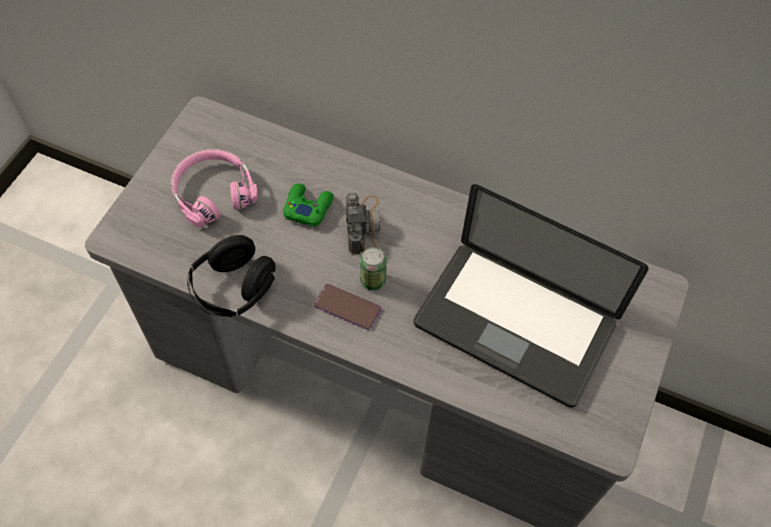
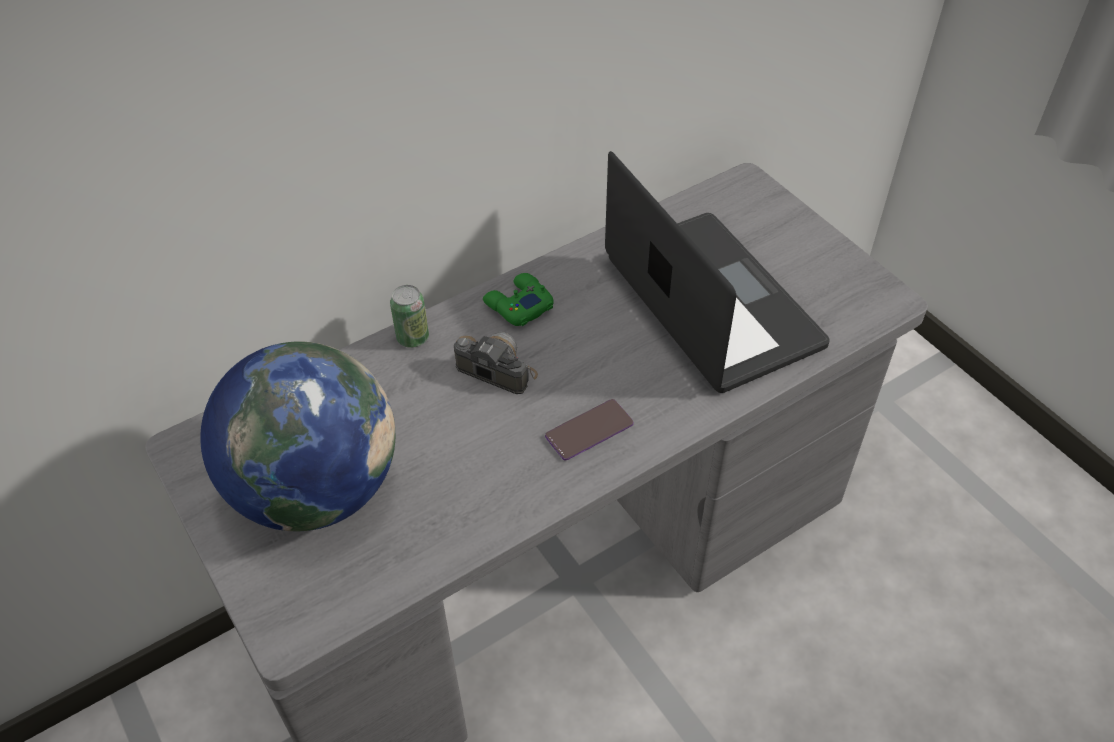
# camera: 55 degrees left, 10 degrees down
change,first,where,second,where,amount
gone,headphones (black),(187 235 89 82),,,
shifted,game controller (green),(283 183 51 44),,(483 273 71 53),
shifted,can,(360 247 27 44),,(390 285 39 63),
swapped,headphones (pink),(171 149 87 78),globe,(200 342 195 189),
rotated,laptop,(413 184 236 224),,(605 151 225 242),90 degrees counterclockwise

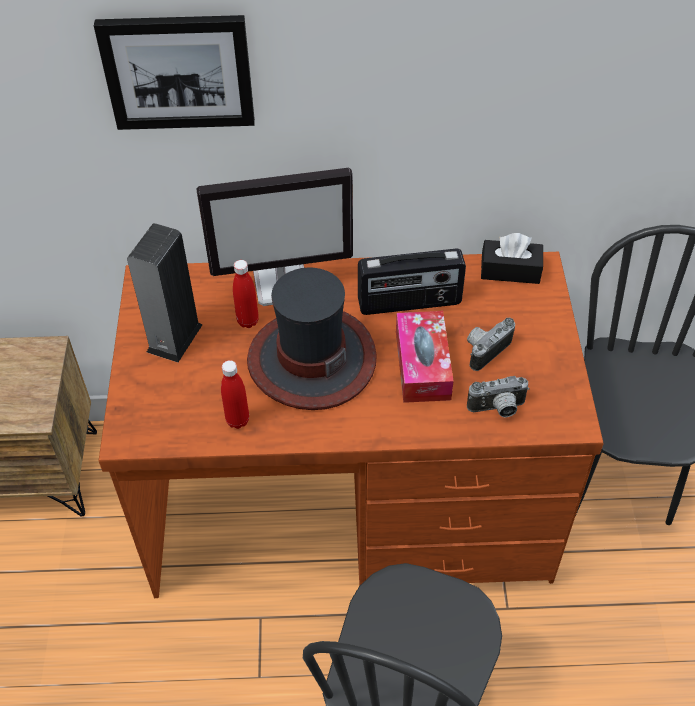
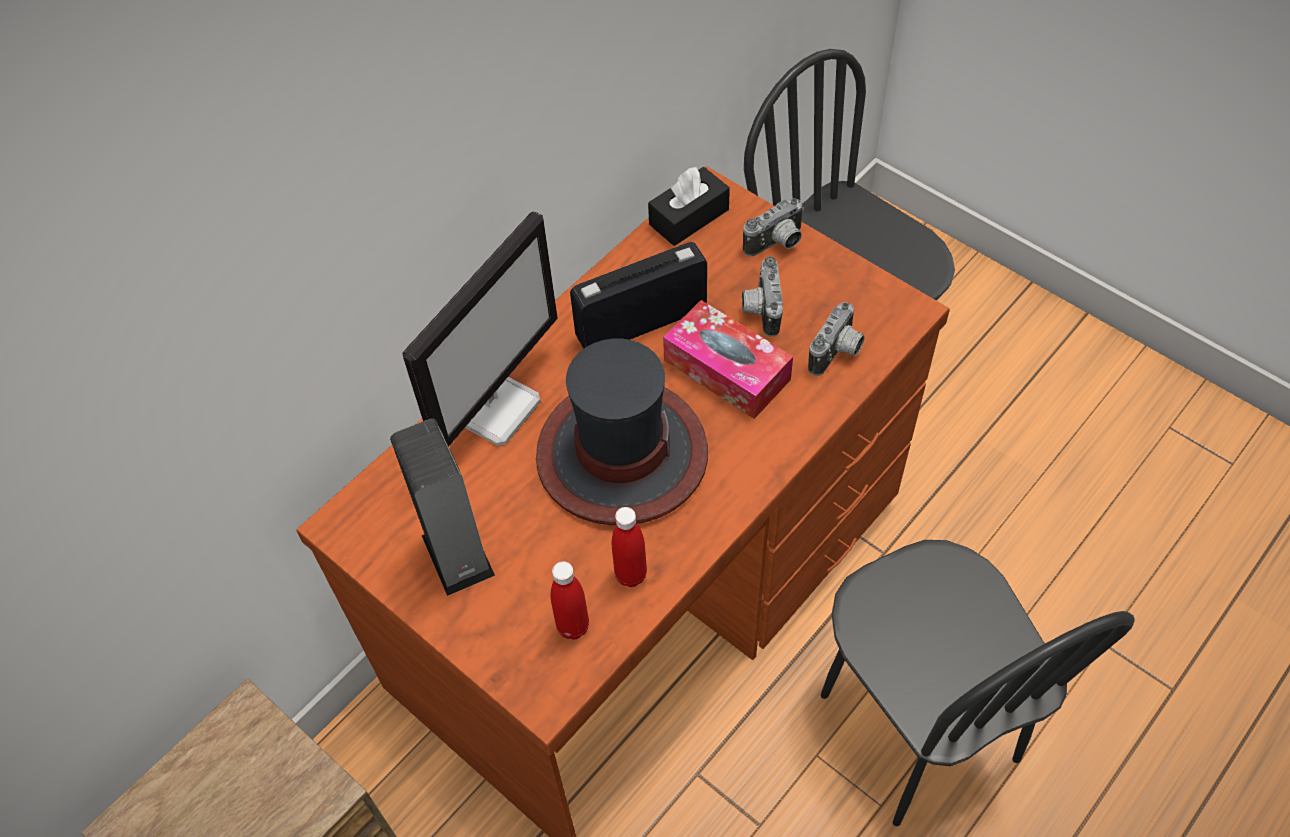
# camera: 45 degrees left, 5 degrees up
change,first,where,second,where,amount
gone,picture,(94 15 161 115),,,
new,,,photo camera,(743 198 61 59),
shifted,bottle (red),(233 260 26 68),,(551 561 38 79),
rotated,radio,(358 249 108 66),,(570 242 137 107),150 degrees counterclockwise

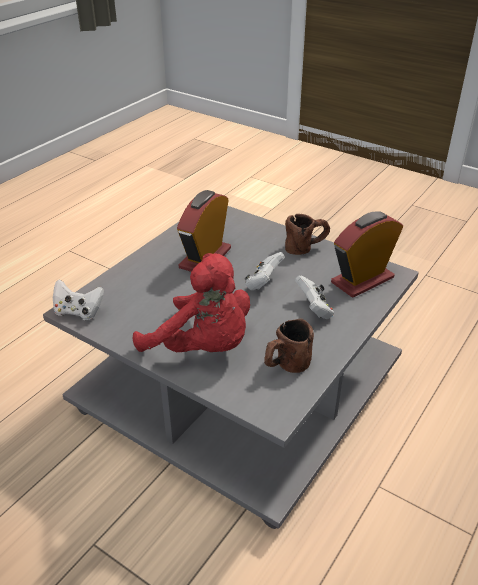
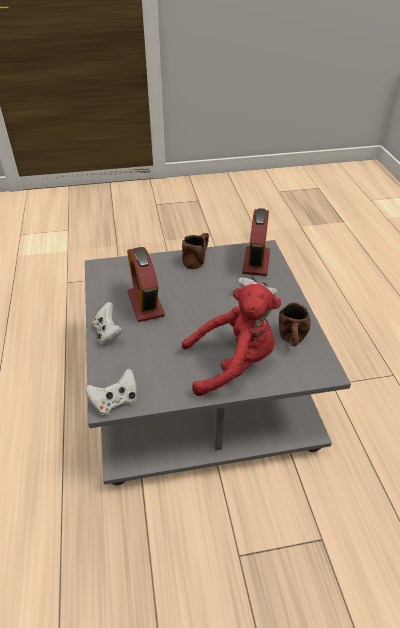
# camera: 45 degrees left, 5 degrees up
change,first,where,second,where,amount
shifted,game controller (white),(245 252 40 38),,(93 302 30 43),

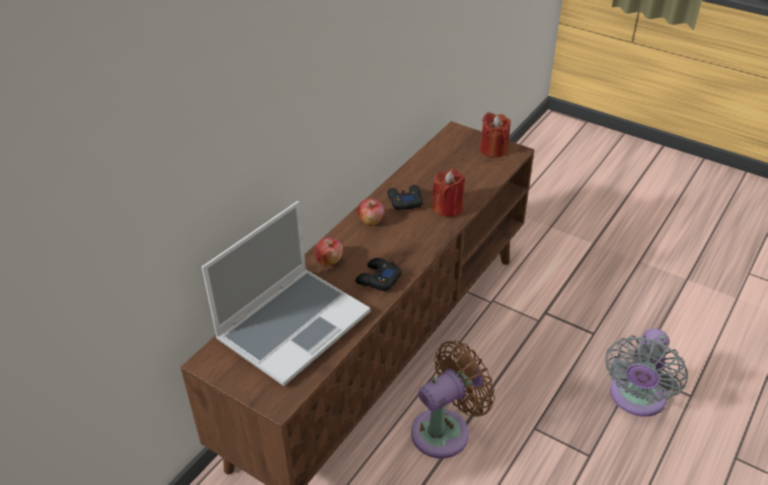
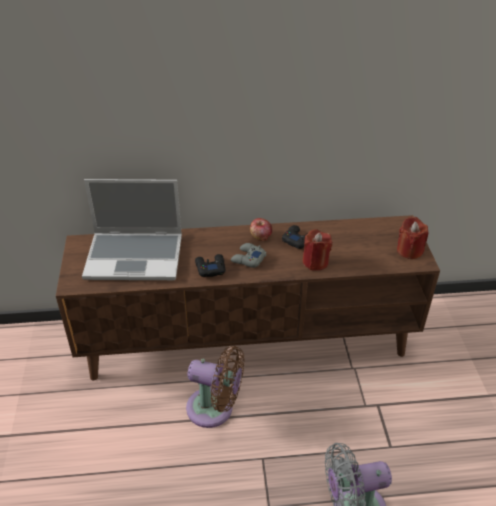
# camera: 50 degrees right, 0 degrees up
change,first,where,second,where,amount
gone,apple,(314 237 29 29),,,
new,,,game controller (grey),(231 243 35 25),

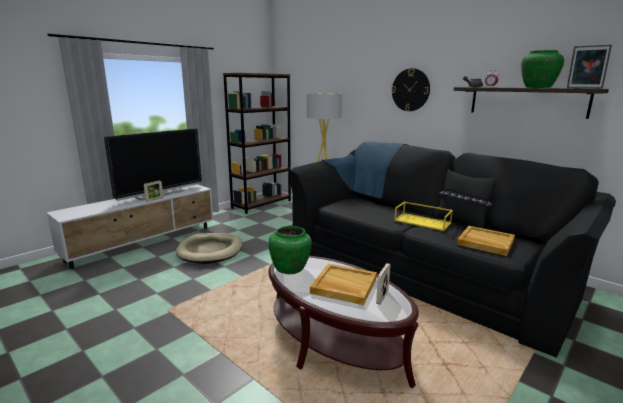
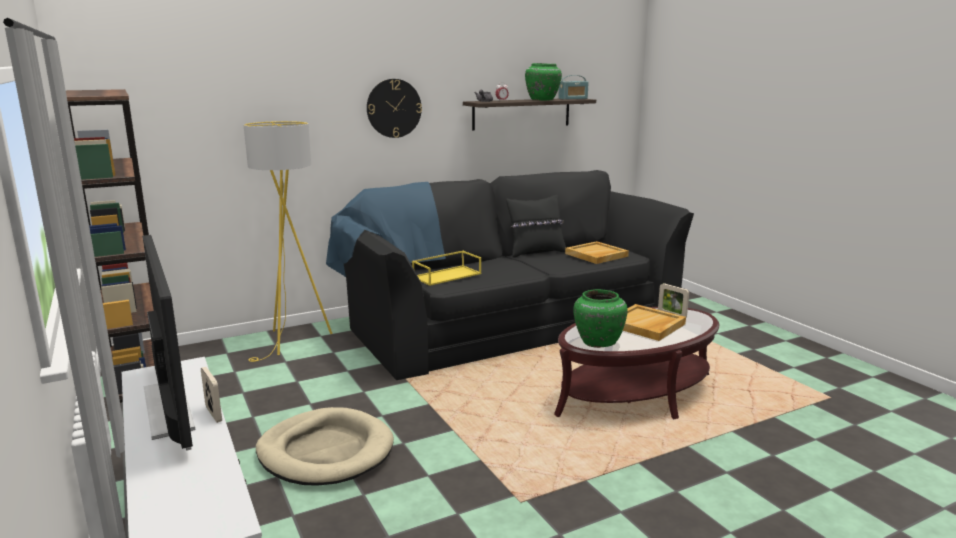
# camera: 70 degrees left, 0 degrees up
change,first,where,second,where,amount
shifted,tray (yellow),(394 201 59 30),,(412 251 69 35),
swapped,picture frame,(567 45 45 44),radio,(558 75 31 25),

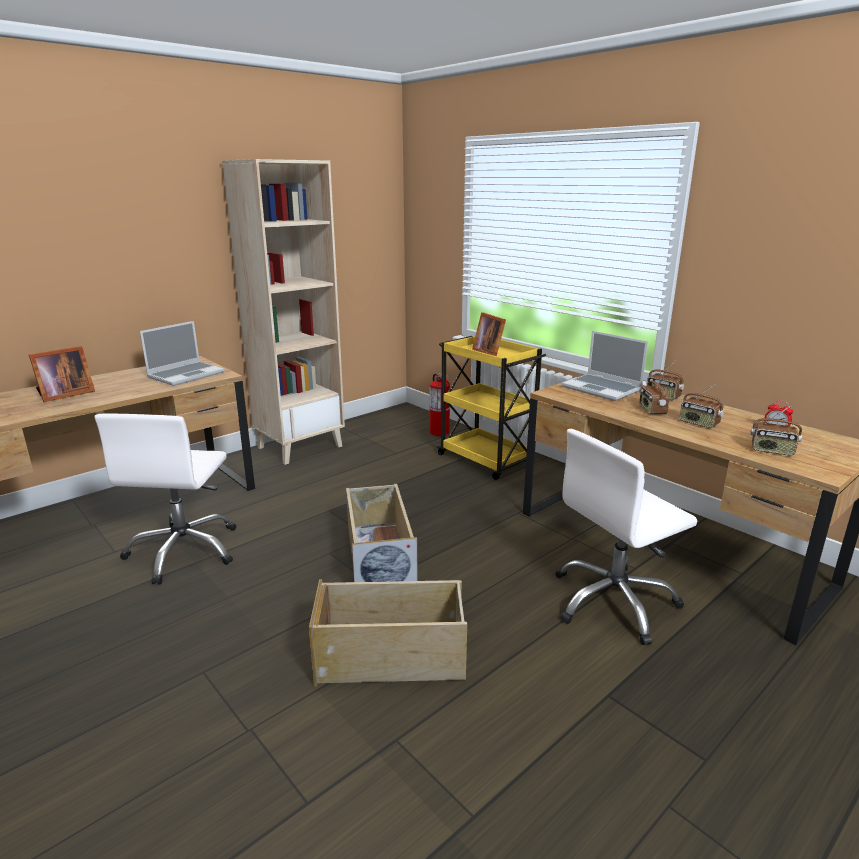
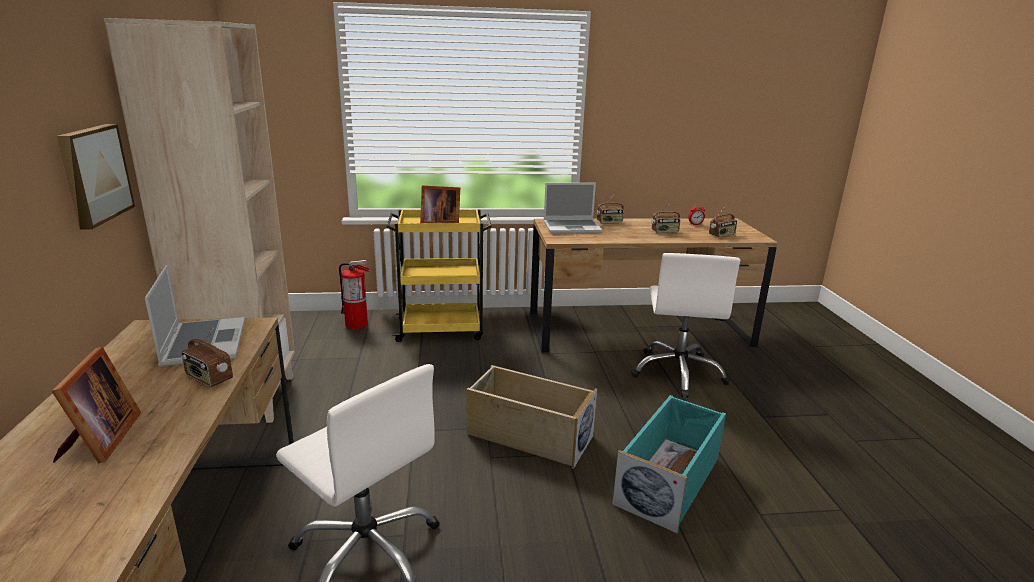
# camera: 55 degrees left, 0 degrees up
change,first,where,second,where,amount
new,,,picture,(57 124 78 105),
shifted,radio,(639 374 31 41),,(181 328 52 59),
repainted,storage box (beige),(309 579 158 107),storage box (turquoise),(612 395 114 138),

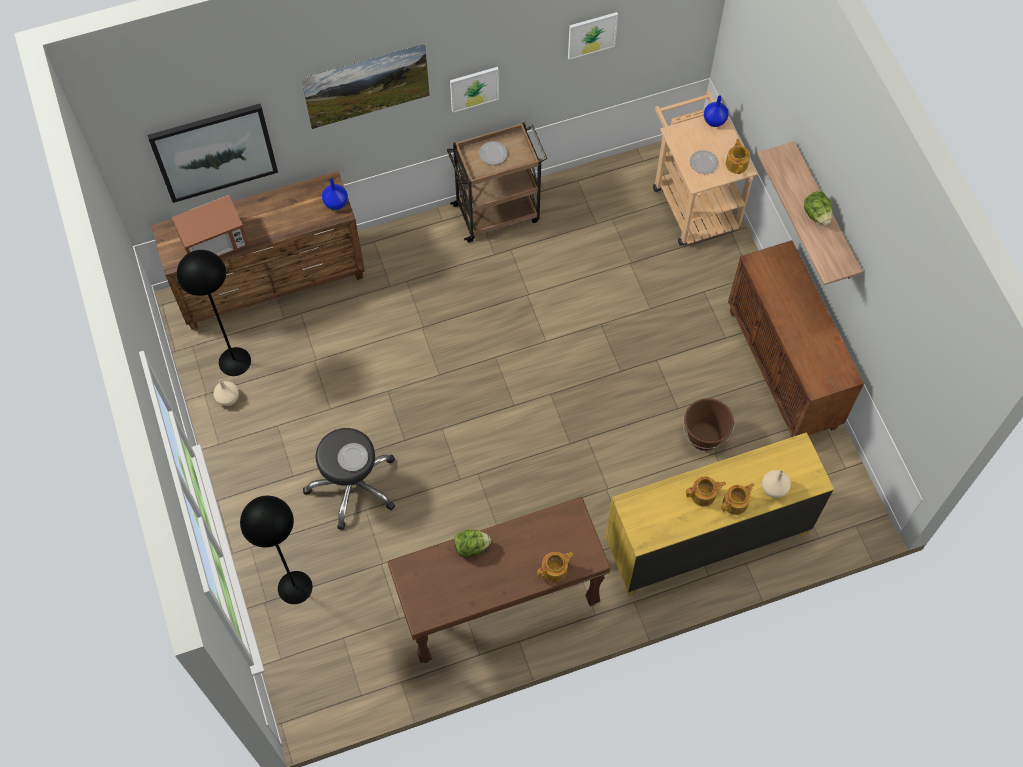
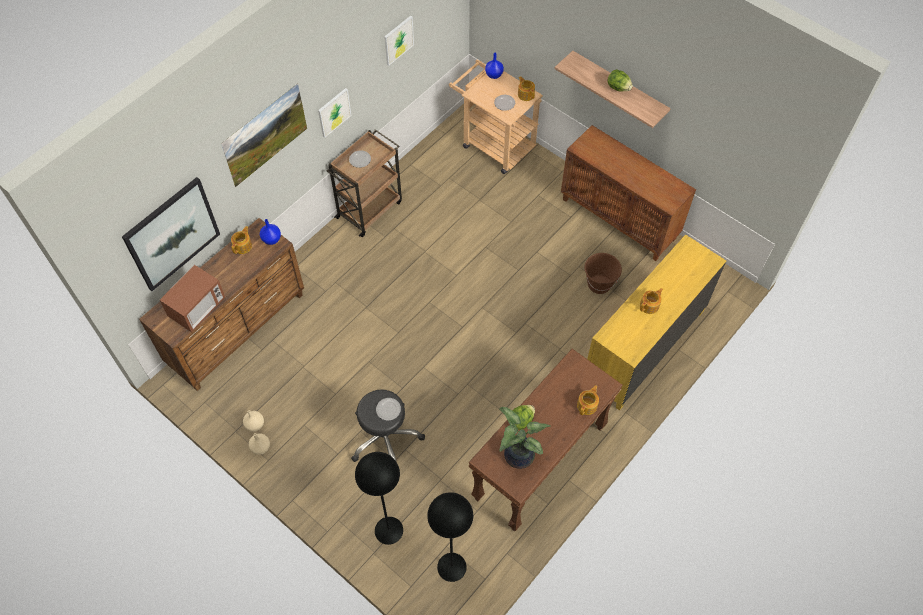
# camera: 30 degrees left, 5 degrees down
change,first,where,second,where,amount
new,,,potted plant,(500 407 51 62),
shifted,floor lamp (black),(177 250 74 126),,(427 492 46 90),
shifted,teapot,(721 483 34 32),,(231 226 21 28),
shifted,vase (beige),(762 470 29 28),,(249 433 21 22),

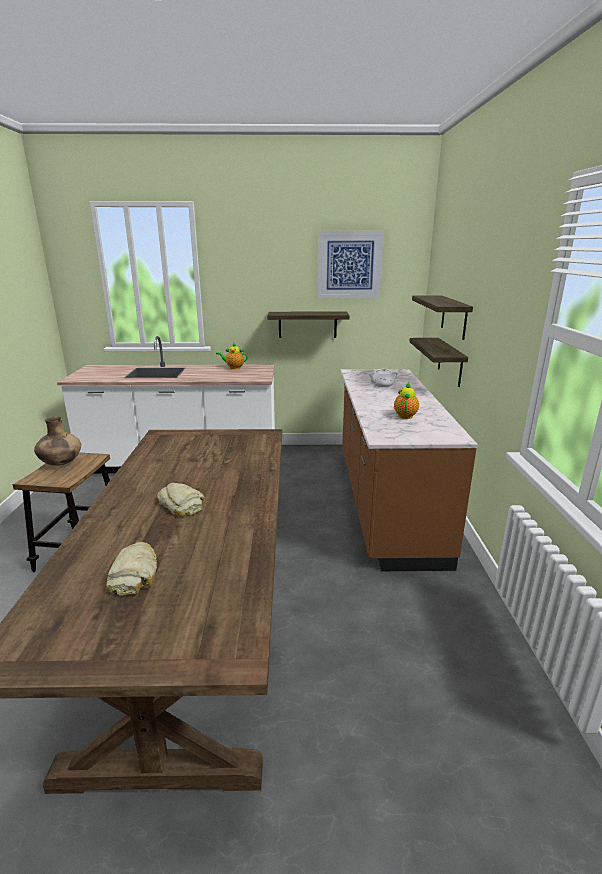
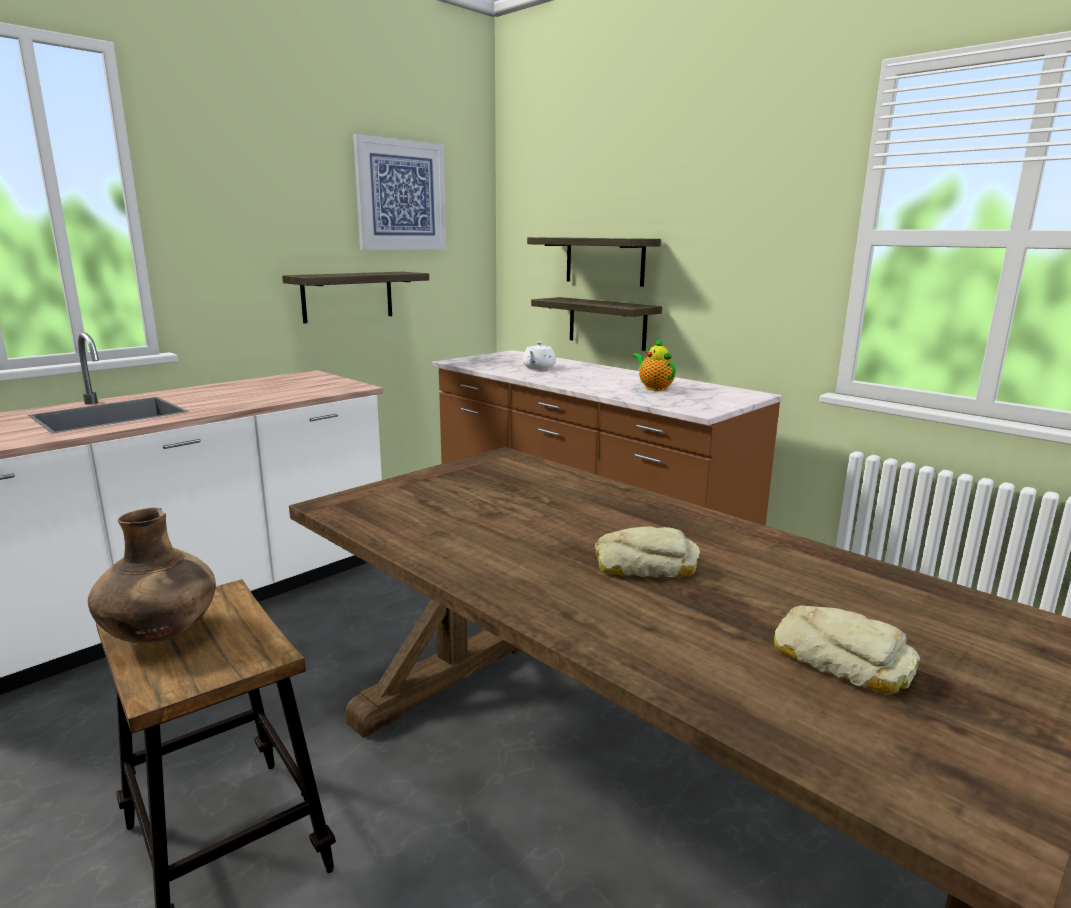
# camera: 45 degrees left, 5 degrees down
change,first,where,second,where,amount
gone,teapot,(216 342 31 27),,,

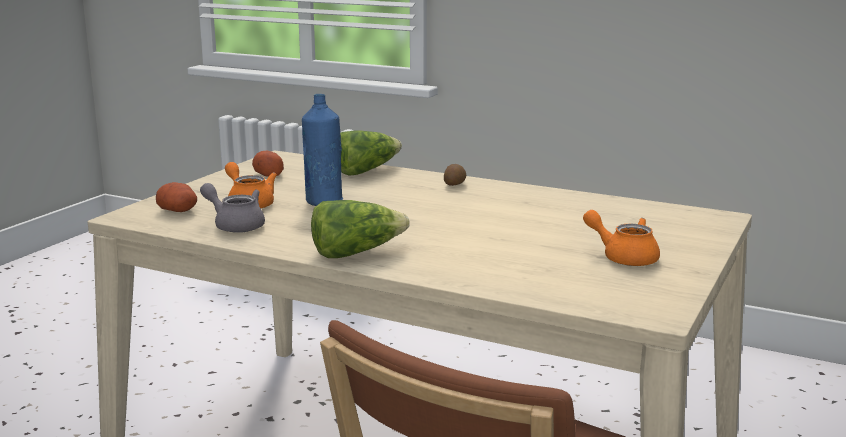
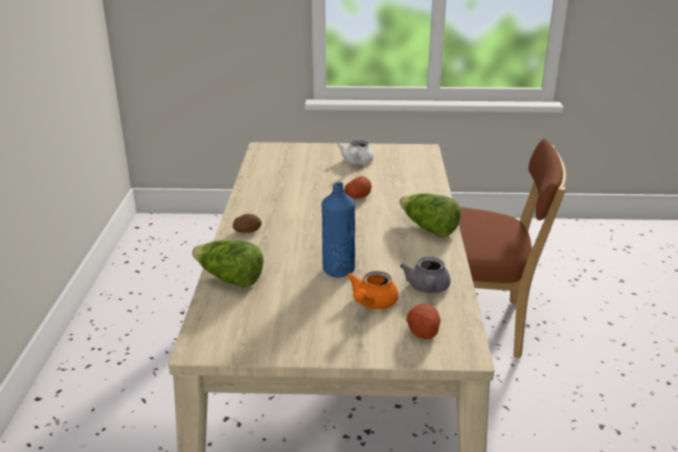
# camera: 115 degrees left, 10 degrees up
change,first,where,second,where,amount
shifted,potato,(252 151 32 26),,(344 176 28 23),
repainted,teapot (orange),(583 210 77 56),teapot (white),(337 140 37 24),

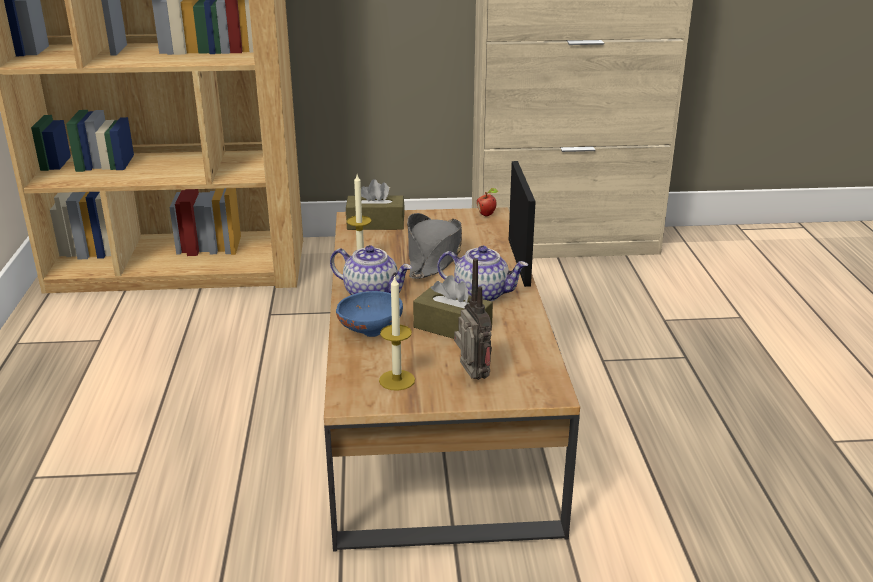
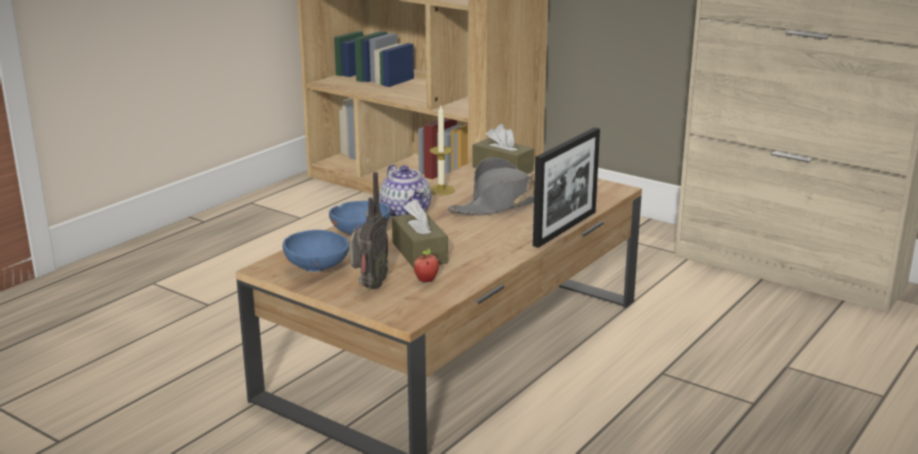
# camera: 40 degrees right, 5 degrees down
change,first,where,second,where,amount
gone,teapot,(437 246 91 55),,,
shifted,apple,(477 188 21 28),,(413 248 26 34),
swapped,candle,(379 276 36 115),bowl (blue),(283 230 66 42),

